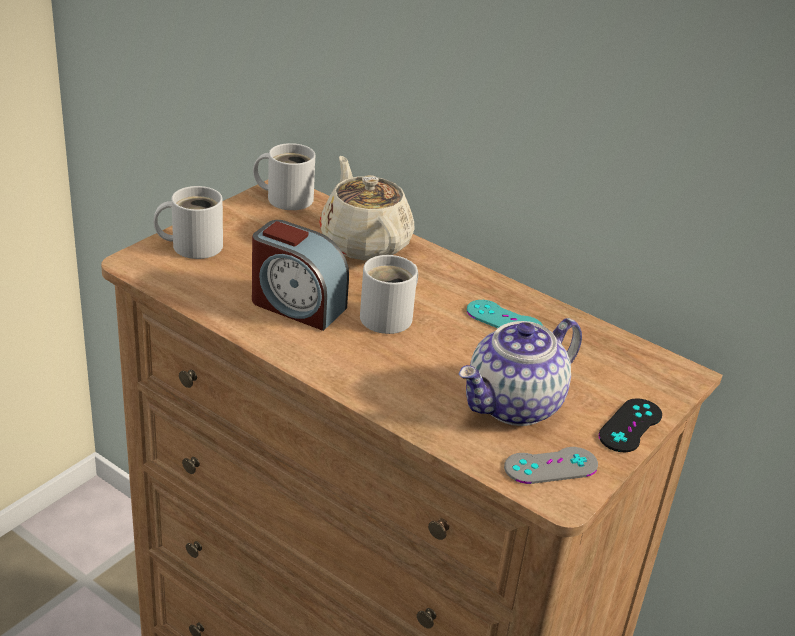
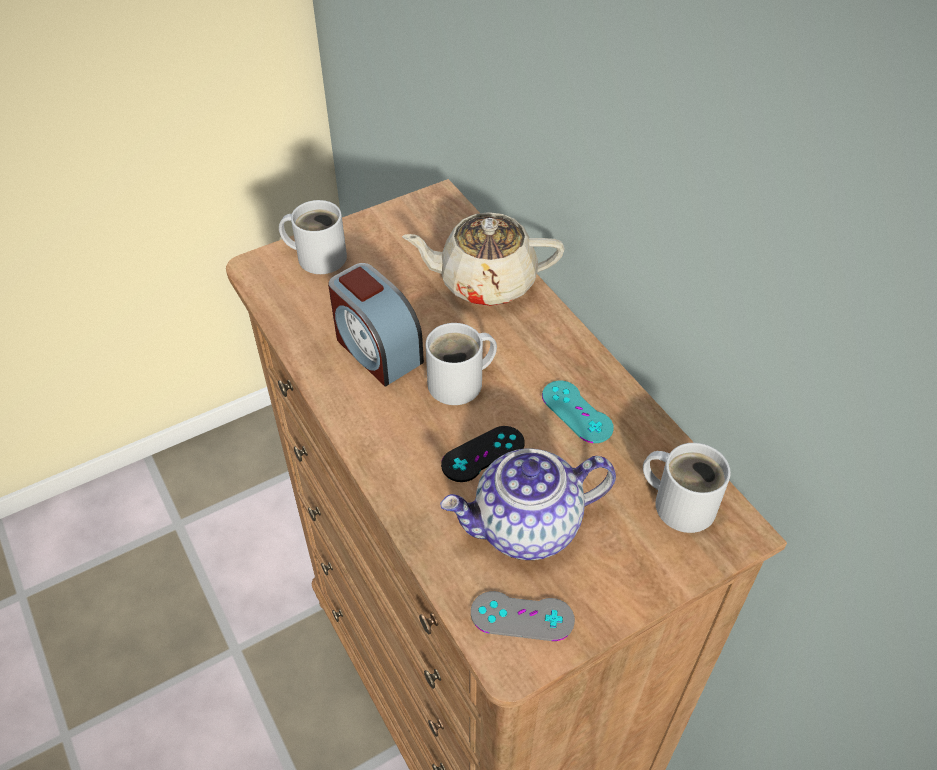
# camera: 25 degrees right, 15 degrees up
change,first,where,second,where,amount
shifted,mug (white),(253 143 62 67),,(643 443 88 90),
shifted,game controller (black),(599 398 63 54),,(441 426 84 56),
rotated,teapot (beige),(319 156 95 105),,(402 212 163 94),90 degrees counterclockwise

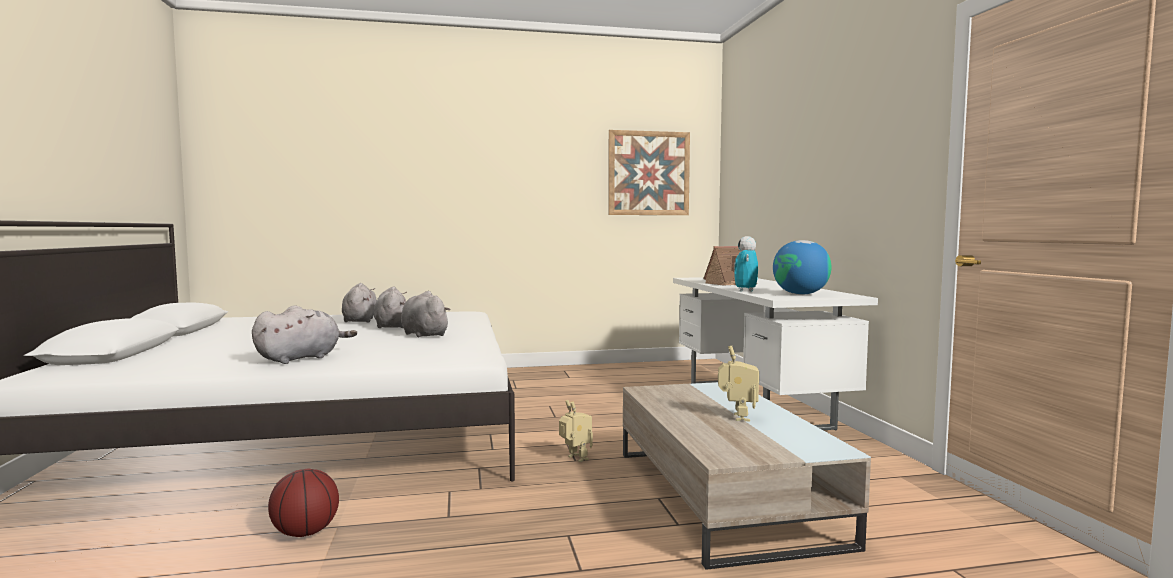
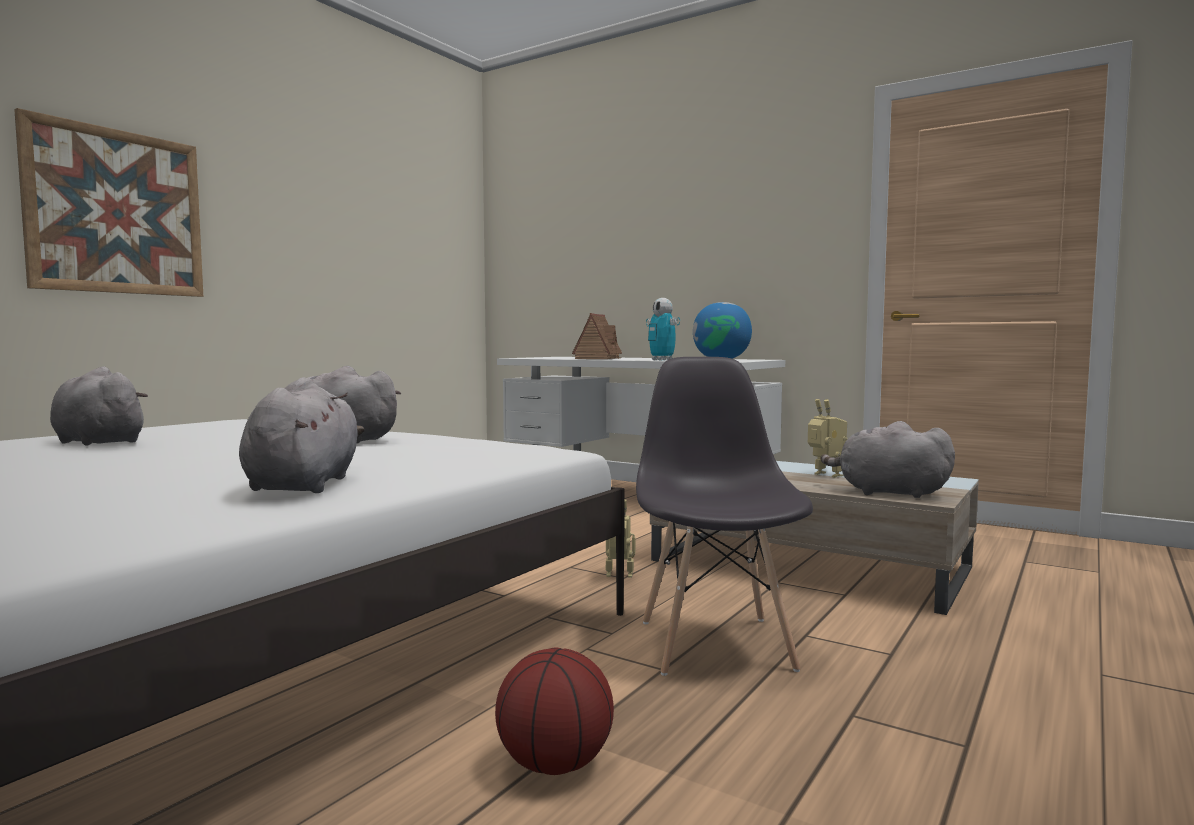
# camera: 45 degrees left, 0 degrees up
change,first,where,second,where,amount
new,,,chair (grey),(636 357 177 319),
shifted,plush toy (grey),(374 286 33 42),,(821 421 134 77),
shifted,picture,(608 130 82 85),,(14 108 189 189),

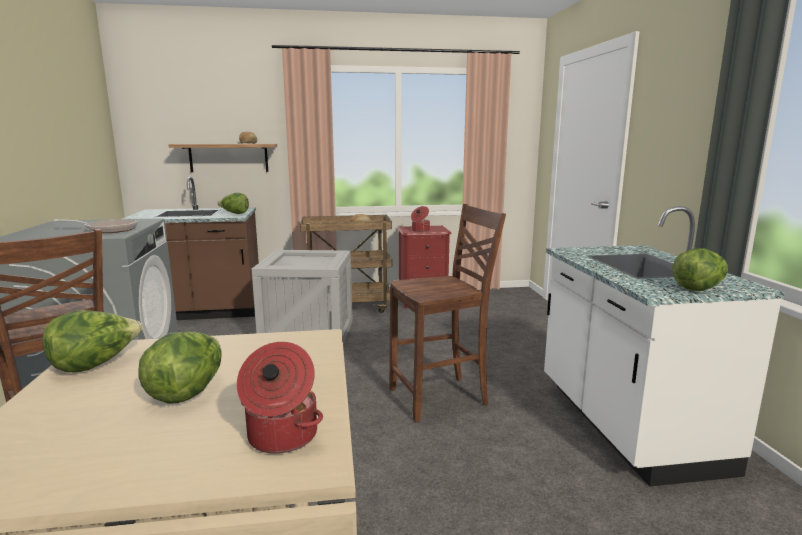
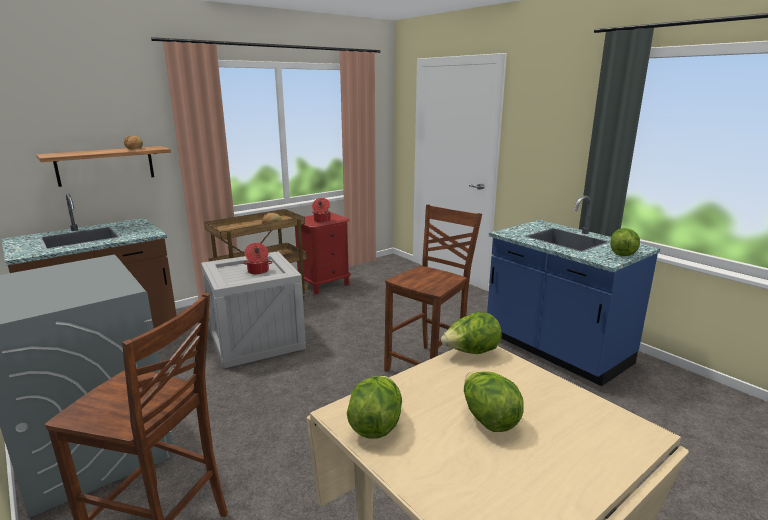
# camera: 30 degrees left, 5 degrees up
change,first,where,second,where,amount
gone,frying pan,(53 219 86 14),,,
shifted,lettuce,(217 193 32 21),,(441 312 61 42),
shifted,cooking pot,(237 342 86 112),,(243 243 30 31),
repainted,counter (white),(544 206 241 281),counter (blue),(487 196 173 190),

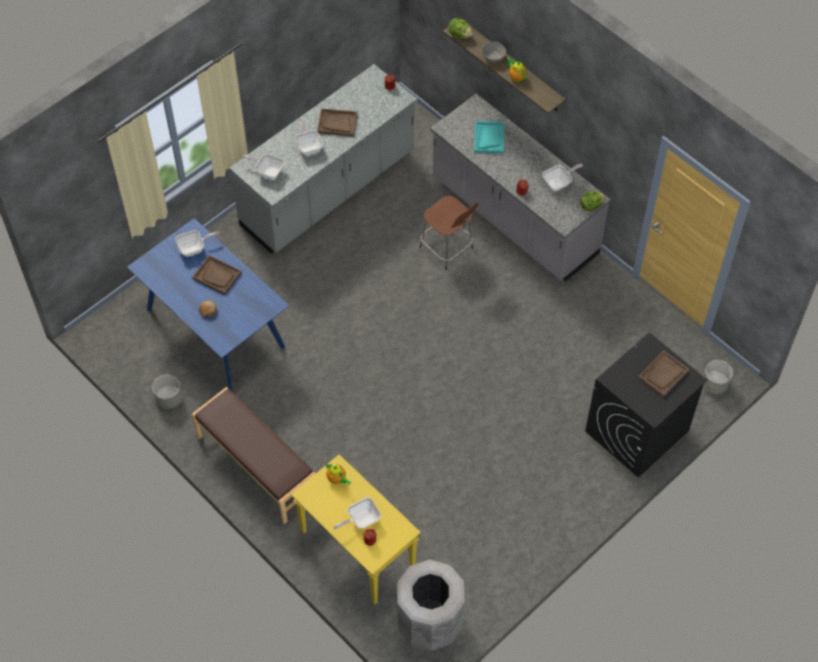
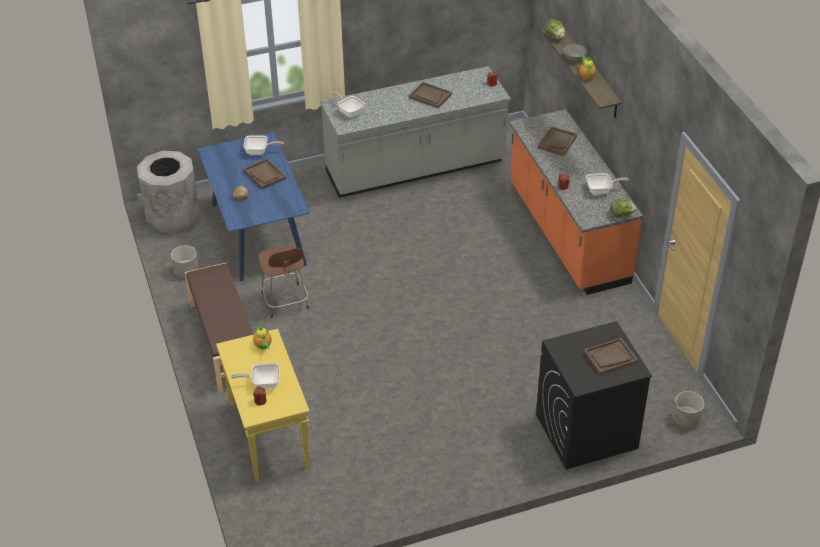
# camera: 25 degrees right, 15 degrees down
change,first,where,second,where,amount
gone,frying pan,(295 119 28 36),,,
shifted,trash can (grey),(397 559 68 92),,(137 151 63 82),
shifted,stool (brown),(420 196 59 74),,(258 245 51 73),
repainted,counter (grey),(430 94 181 188),counter (orange),(510 109 133 186),
repainted,tray (turquoise),(474 121 30 33),tray (brown),(538 126 39 30),

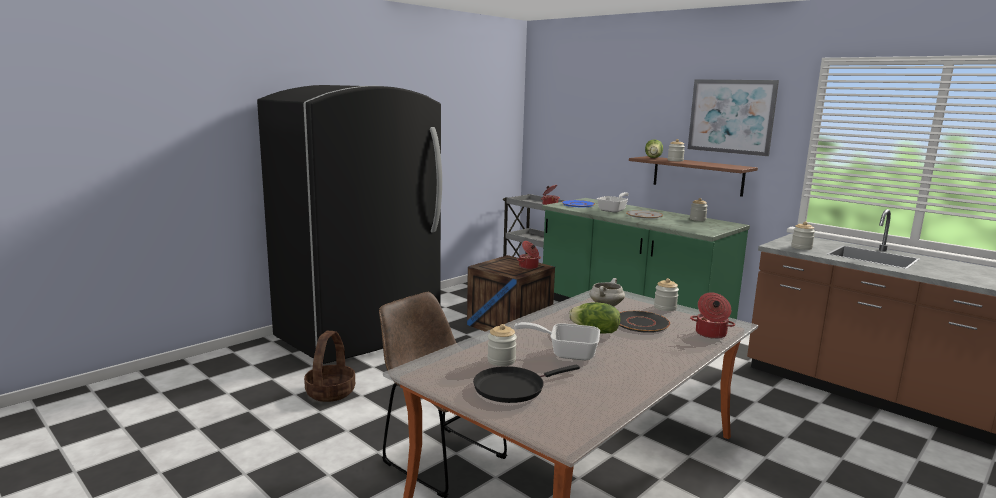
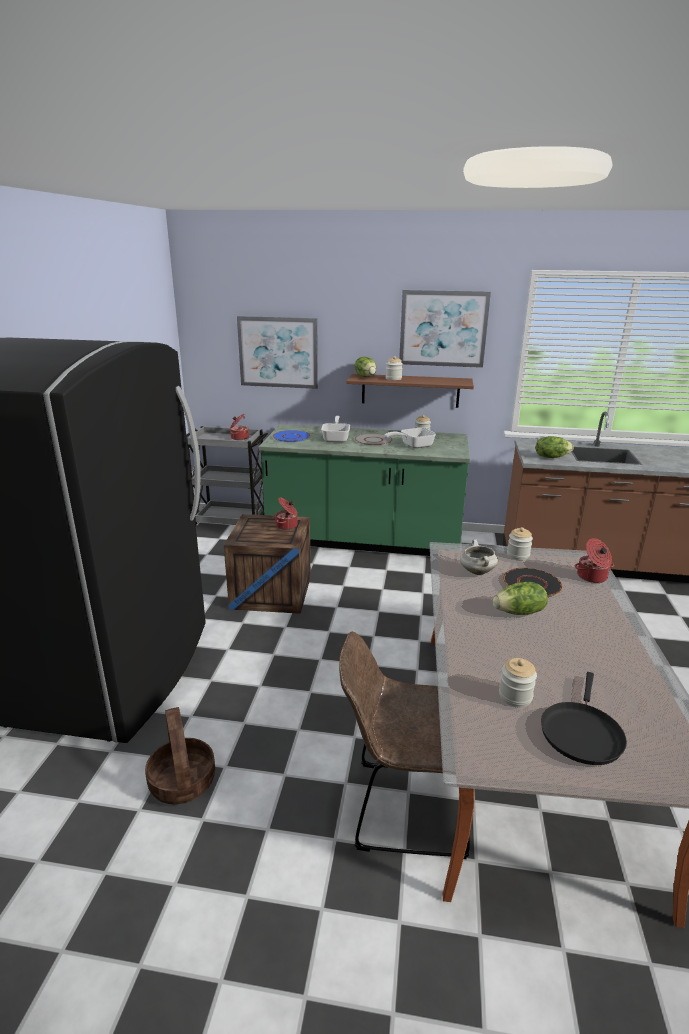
# camera: 35 degrees left, 10 degrees up
change,first,where,second,where,amount
new,,,picture,(237 316 81 73),
shifted,frying pan,(514 322 86 38),,(385 428 51 20),
swapped,jar,(791 221 24 29),lettuce,(536 436 38 22),

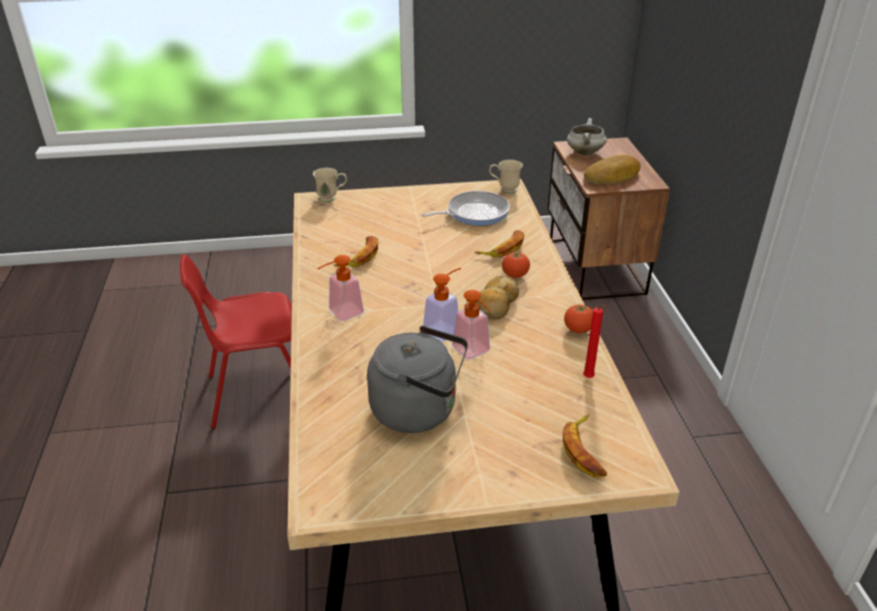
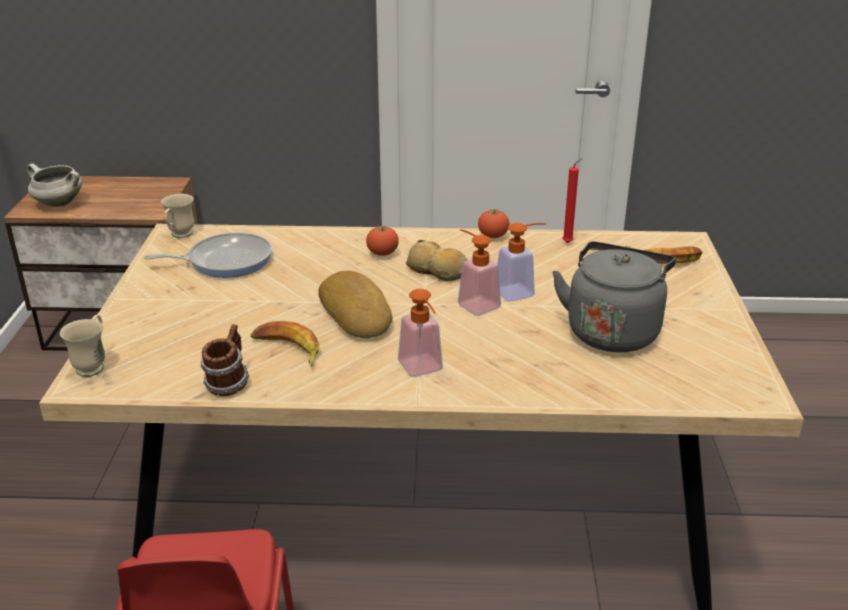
# camera: 80 degrees left, 5 degrees down
change,first,where,second,where,amount
gone,banana,(475 230 49 27),,,
new,,,mug,(200 324 49 72),
shifted,bread,(584 155 57 29),,(318 271 74 67),
rotated,frying pan,(421 191 89 35),,(144 232 128 46),90 degrees clockwise

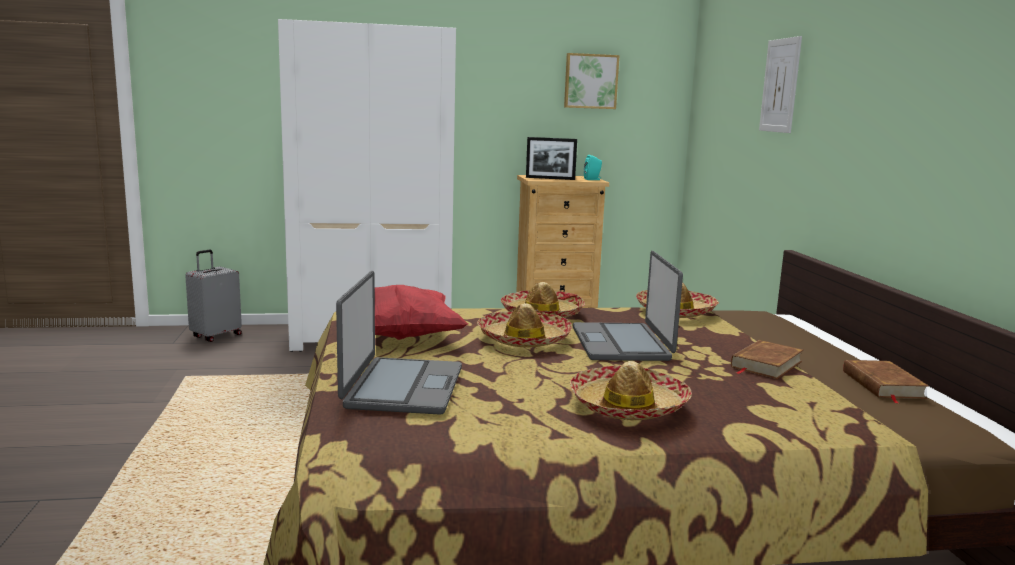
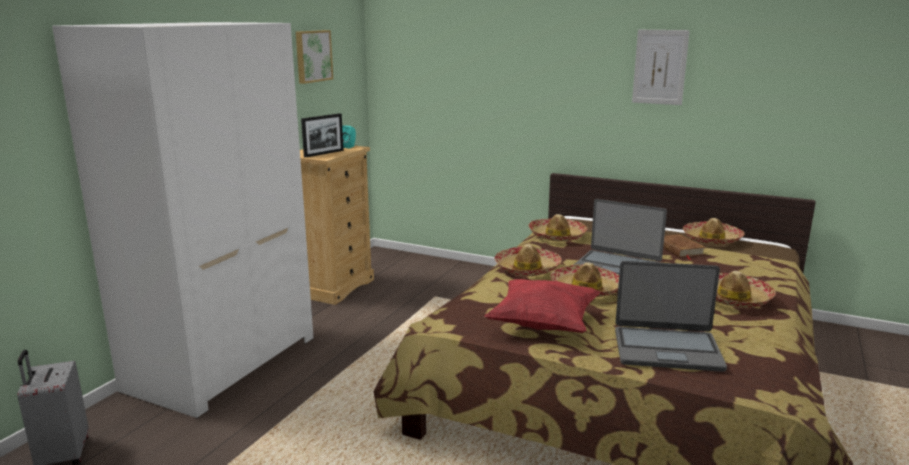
# camera: 55 degrees left, 5 degrees up
change,first,where,second,where,amount
shifted,picture,(759 36 43 97),,(632 30 58 75),
swapped,book (brown),(843 360 86 44),hat,(683 218 62 27),
rotated,laptop,(336 271 126 144),,(615 261 112 111),150 degrees clockwise

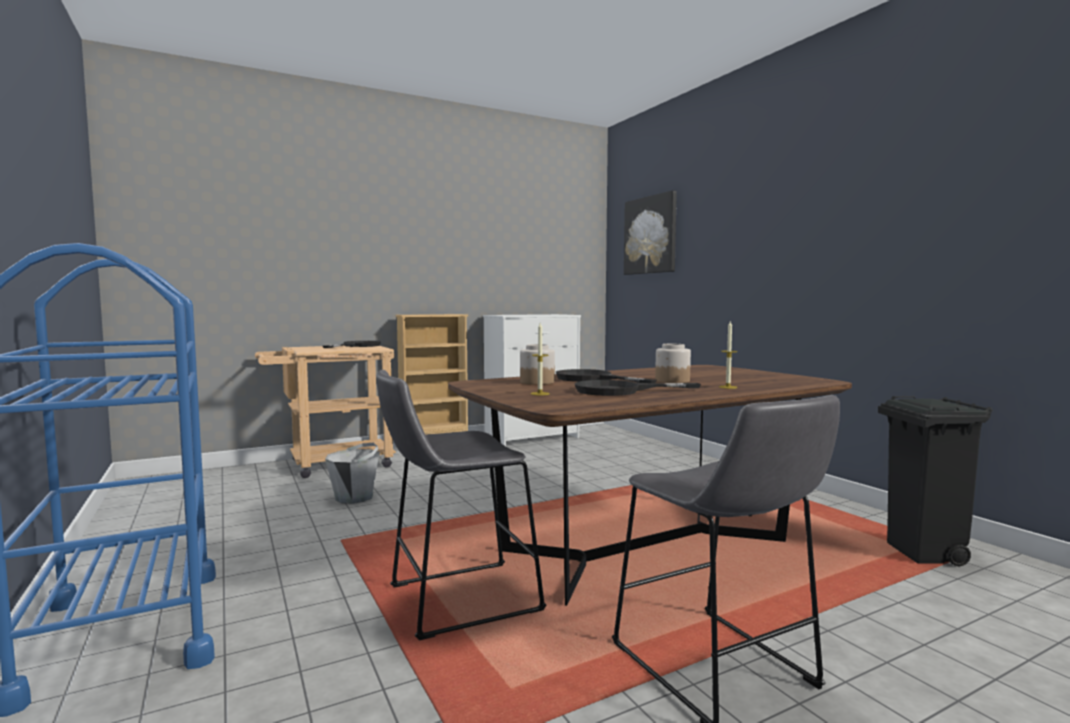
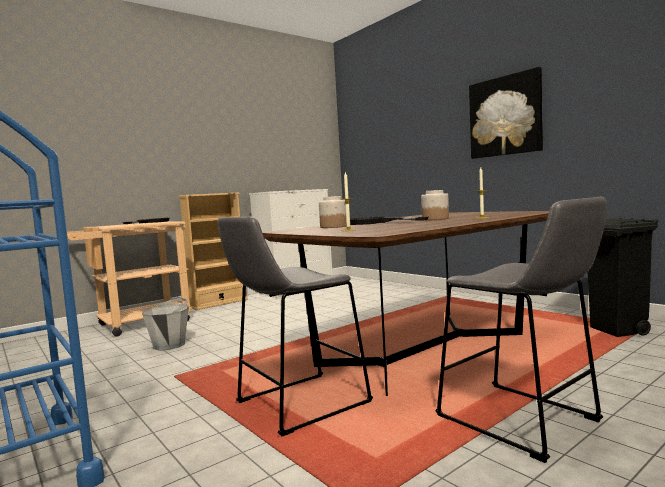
# camera: 10 degrees left, 0 degrees up
change,first,where,second,where,amount
gone,frying pan (black),(574 380 127 16),,,
shifted,picture,(624 190 53 85),,(469 67 74 92),

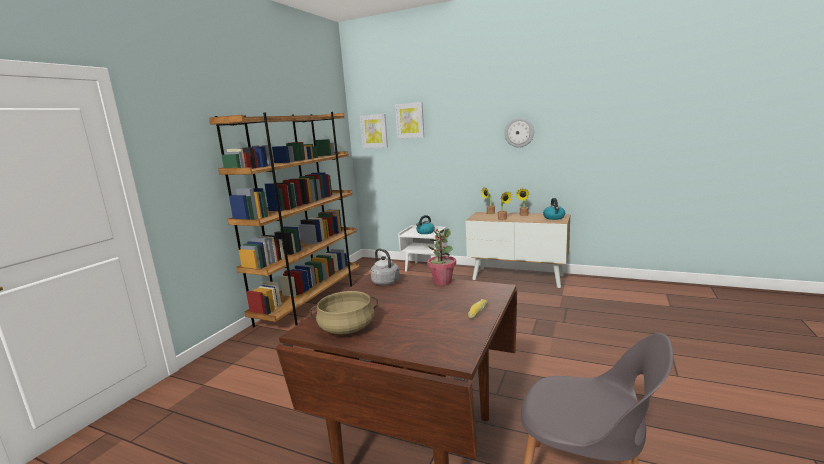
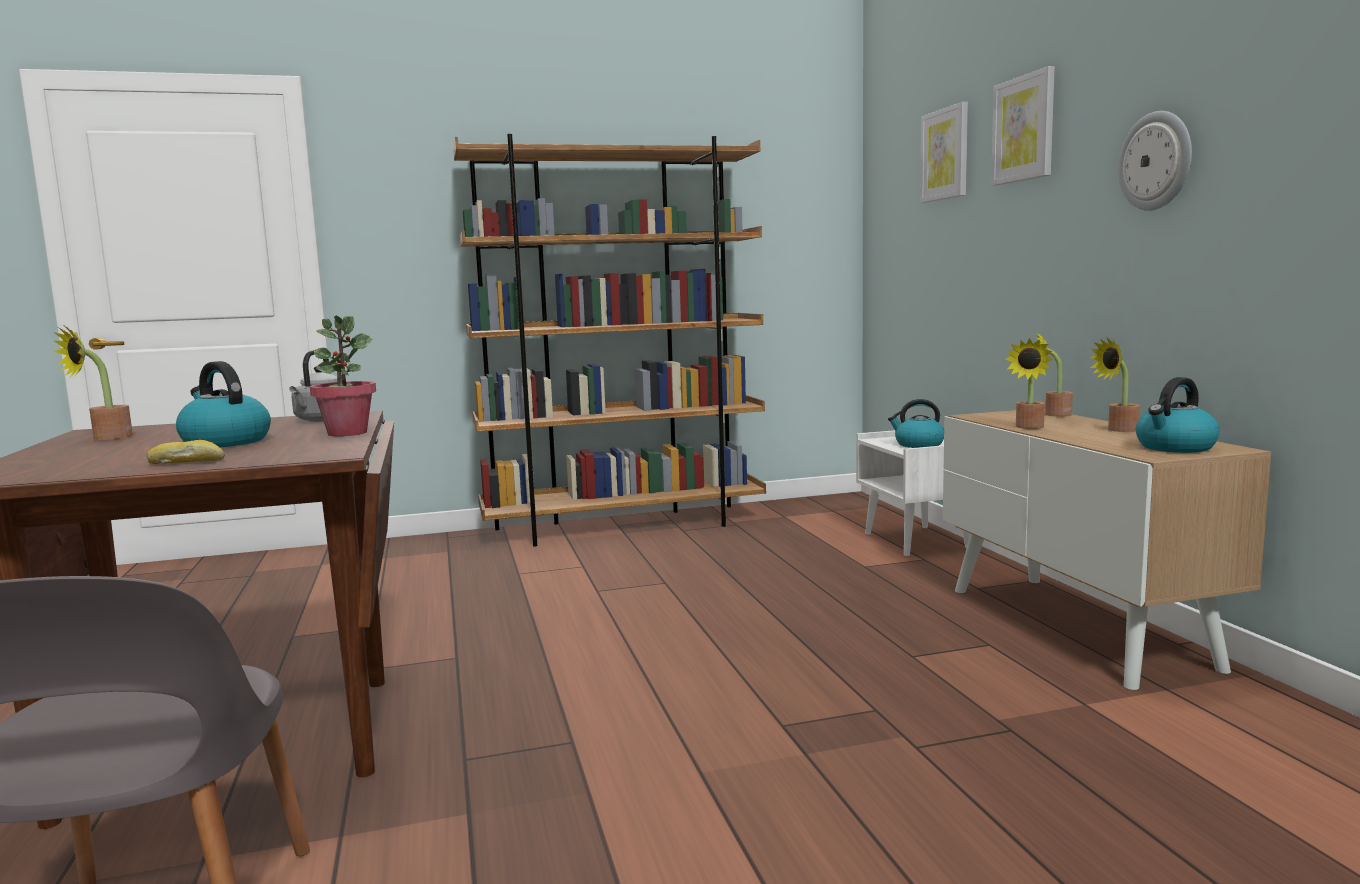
# camera: 50 degrees right, 5 degrees down
change,first,where,second,where,amount
new,,,kettle,(176 361 95 86),
shifted,picture,(360 114 28 34),,(991 66 64 120),
swapped,cooking pot (beige),(310 291 68 43),potted plant,(54 326 79 114),

